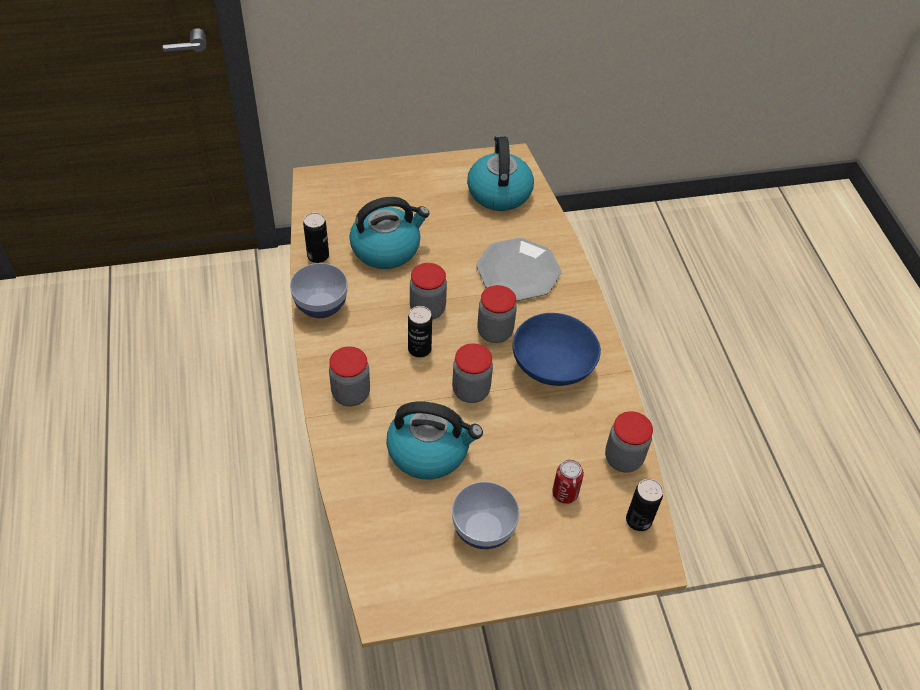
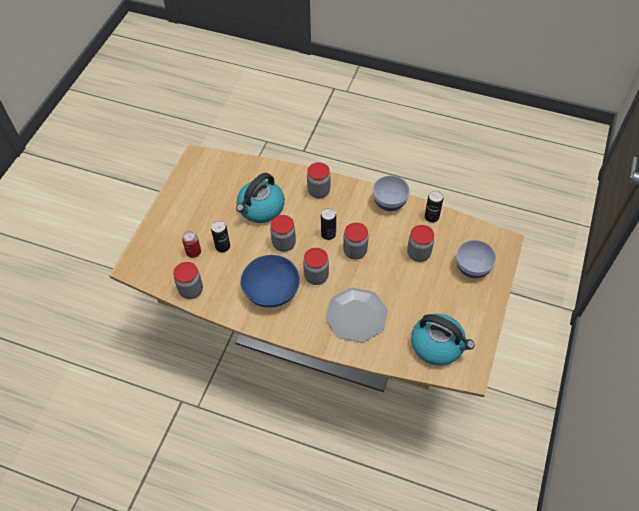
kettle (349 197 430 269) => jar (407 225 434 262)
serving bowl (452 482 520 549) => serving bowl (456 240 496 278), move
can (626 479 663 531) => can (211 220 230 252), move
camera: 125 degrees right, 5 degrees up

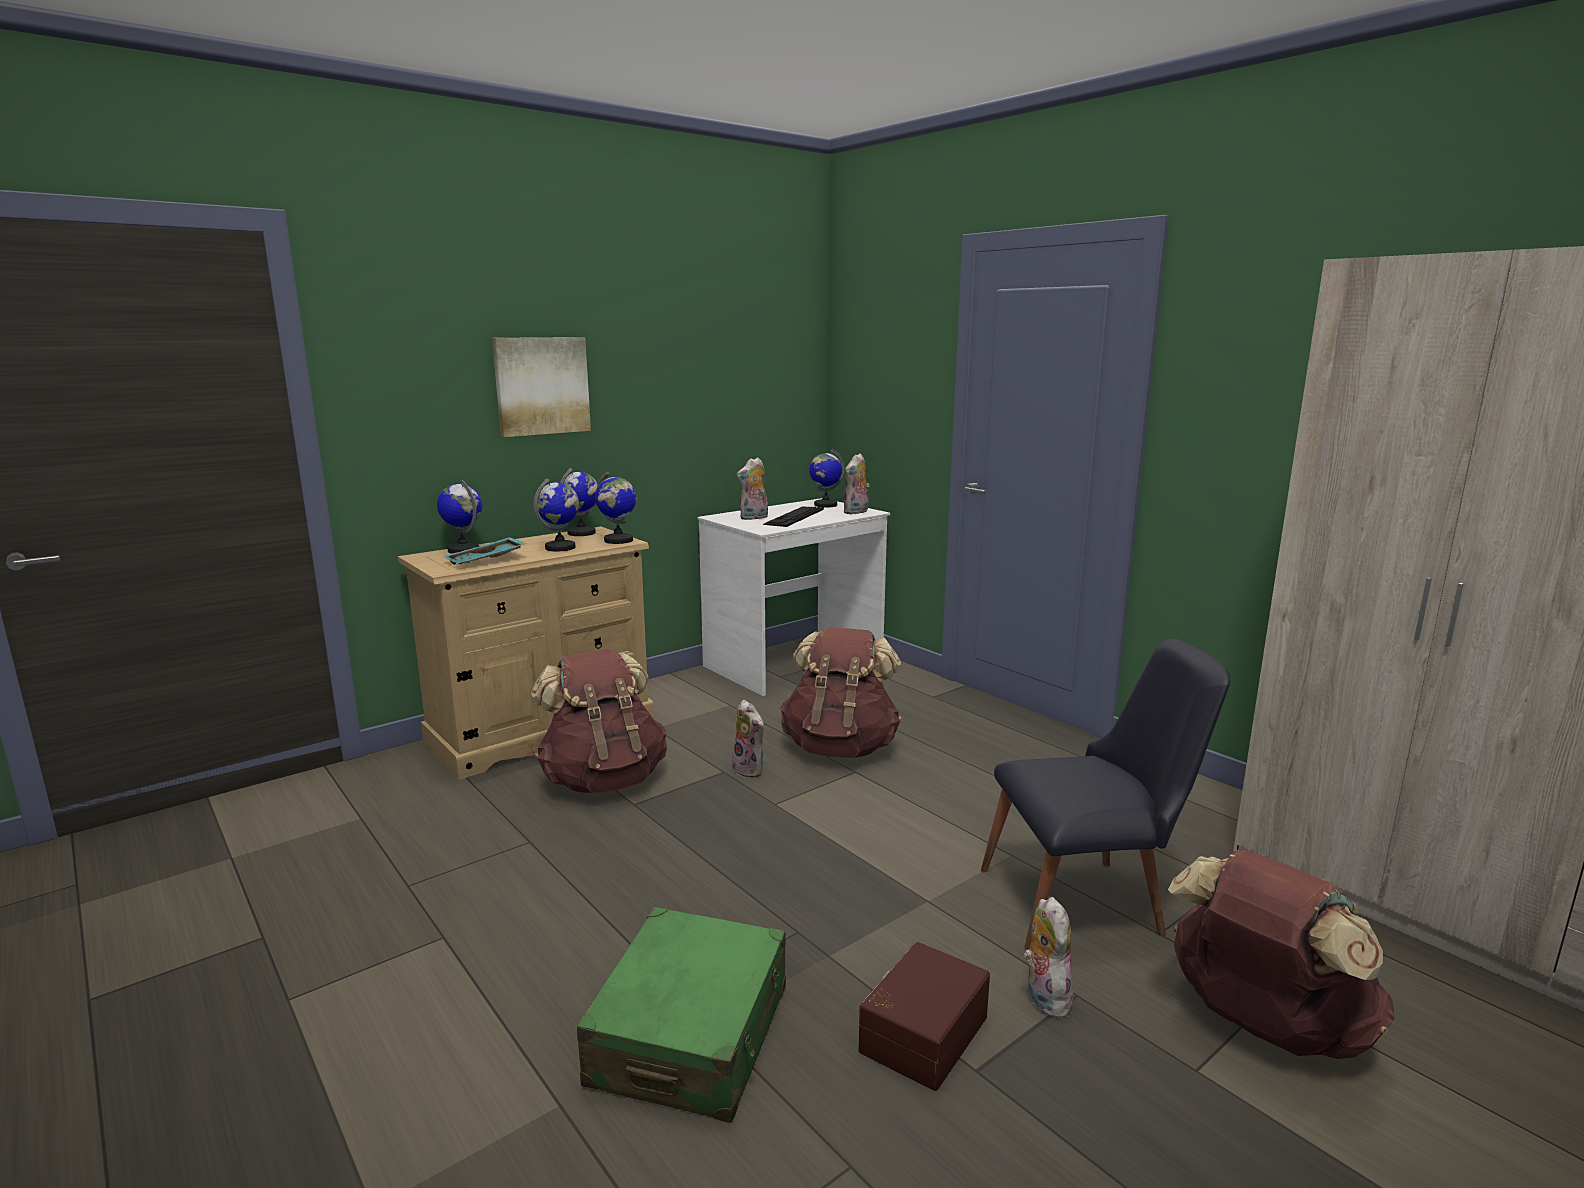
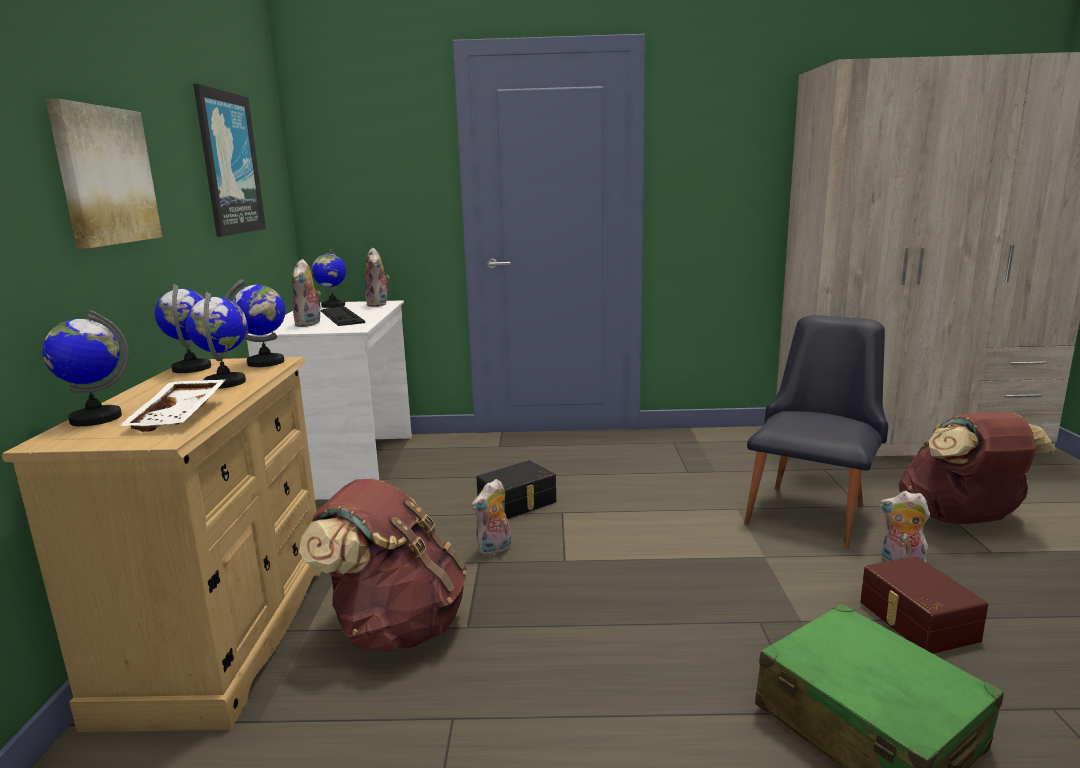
turquoise carrying tray (443 537 526 565) => white carrying tray (119 379 226 432)
cuddly toy (732 700 764 778) => cuddly toy (472 479 511 556), 135 degrees clockwise
brownish backpack (780 627 901 758) => black storage bin (476 460 556 519)
nothing => wall picture (193 84 266 237)
camera: 50 degrees left, 0 degrees up

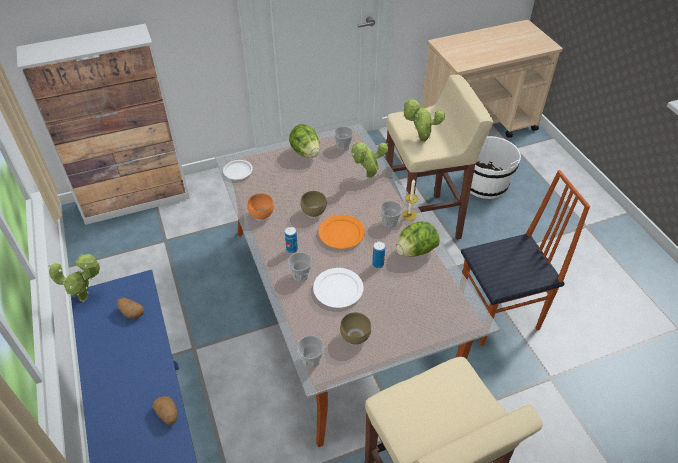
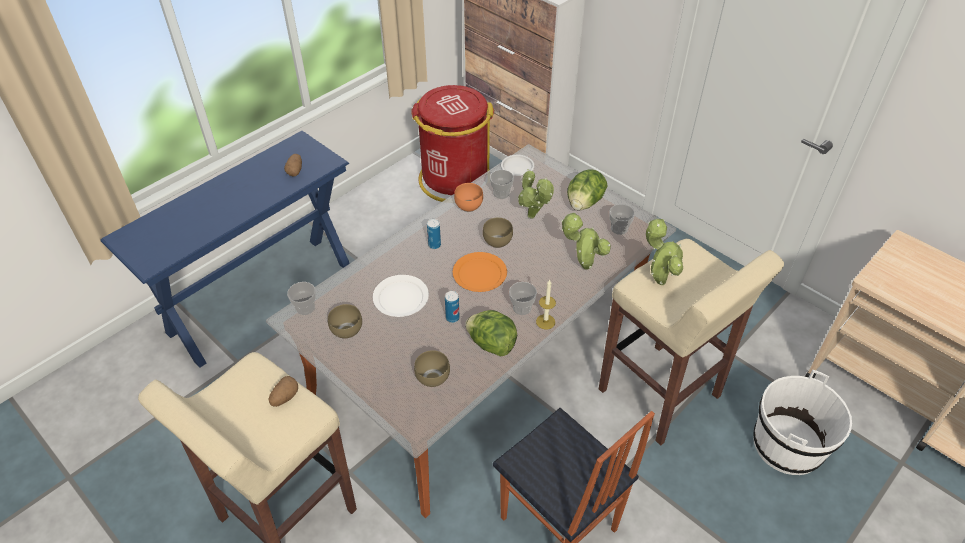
houseplant (48 254 101 302) => houseplant (518 169 554 219), move
spud (152 396 177 425) => spud (269 376 298 407), move
drinking cup (288 252 312 281) => drinking cup (490 170 514 199), move
nothing => red-coloured trash can (411 85 494 202)
nothing => brownish serving bowl (414 350 450 387)
camera: 65 degrees right, 0 degrees up

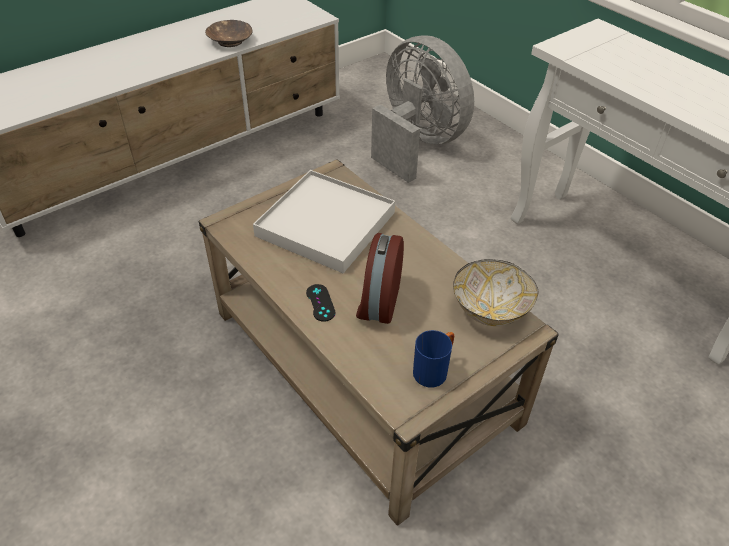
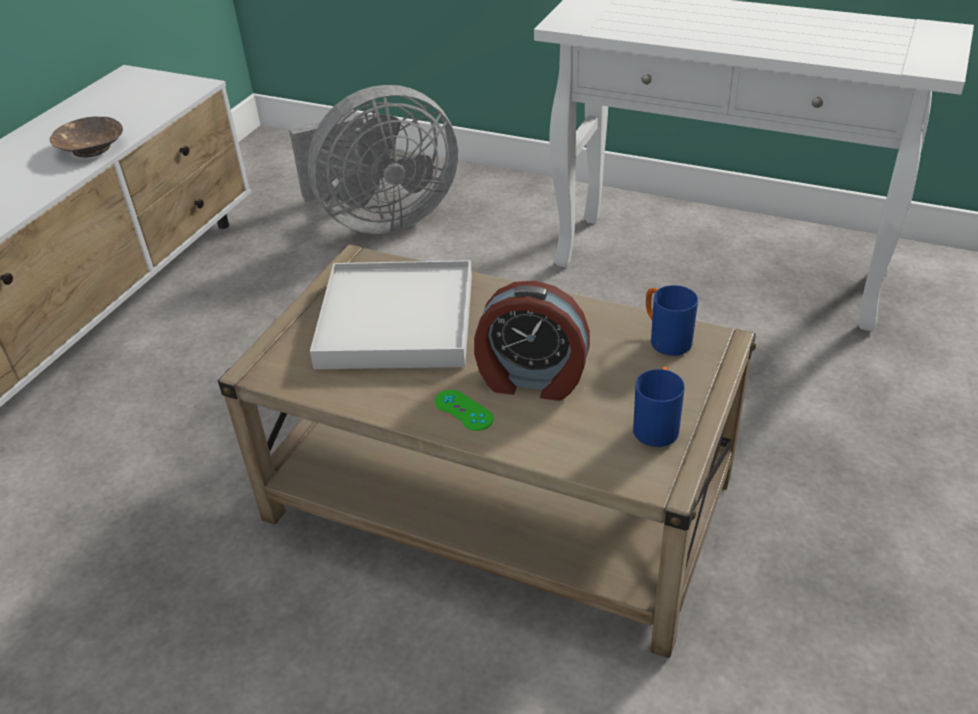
black game controller (306 284 336 322) => greenish game controller (435 390 494 431)
table clock (356 233 404 324) => table clock (474 281 590 401), 60 degrees counterclockwise
greyish cooling fan (371 35 474 183) => greyish cooling fan (289 85 458 234), 135 degrees clockwise
serving bowl (453 259 539 326) => bluish tea mug (646 285 698 356)
camera: 25 degrees left, 5 degrees down

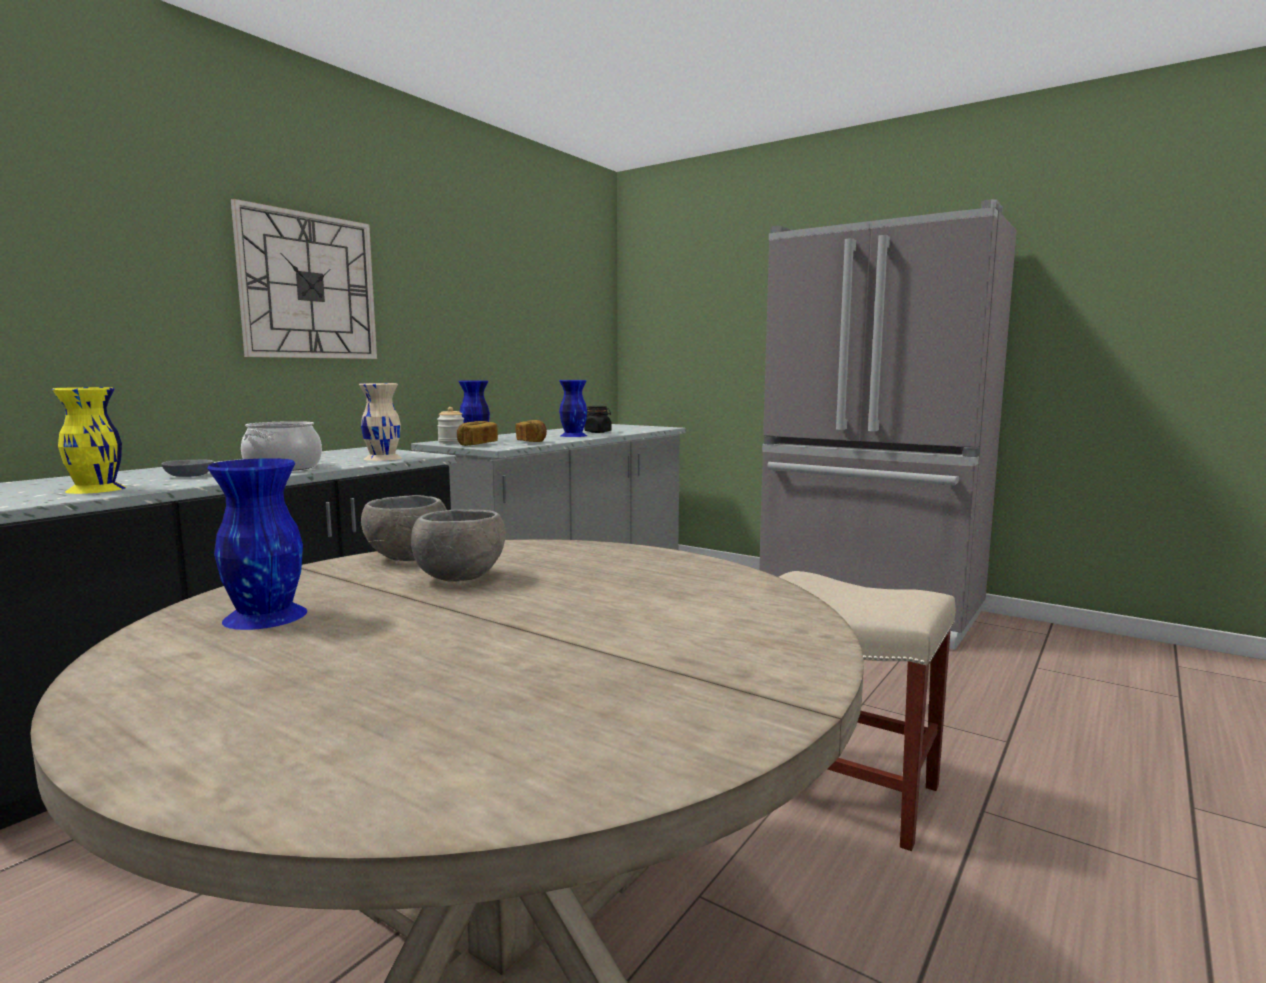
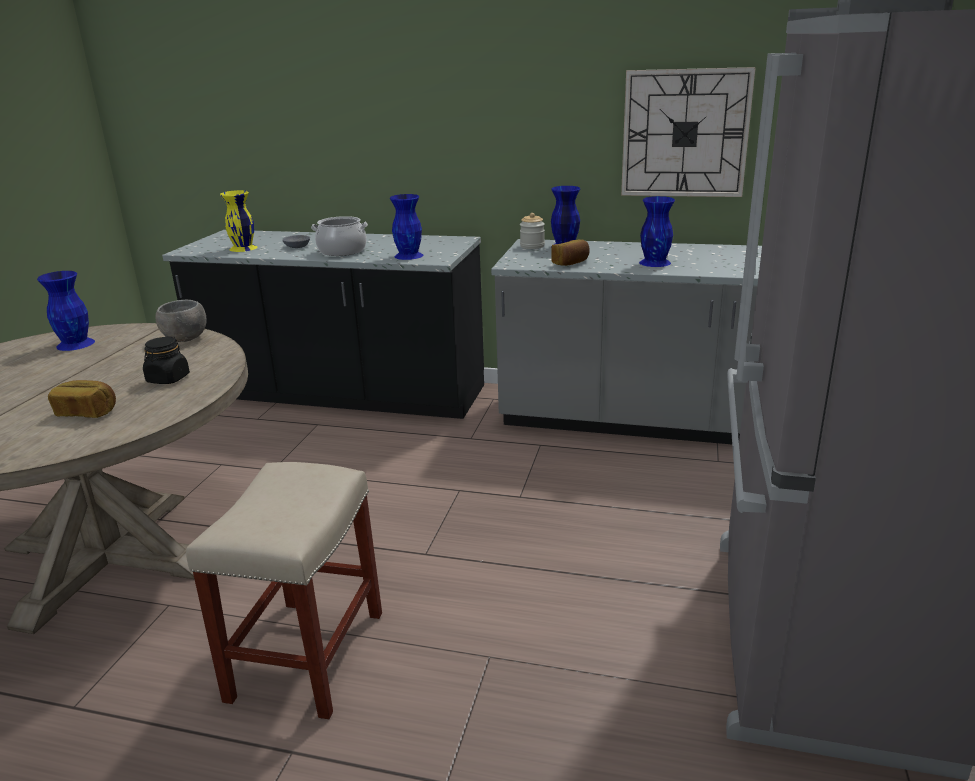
wall clock (231 199 377 359) => wall clock (621 67 756 197), move
sand-coloured flower vase (359 383 402 461) => bluish flower vase (390 194 423 260)
greyish serving bowl (411 509 506 582) => nothing
baked bread (457 421 498 446) => baked bread (48 380 116 418), move
black jar (584 406 612 433) => black jar (143 336 190 384), move
camera: 70 degrees right, 15 degrees up

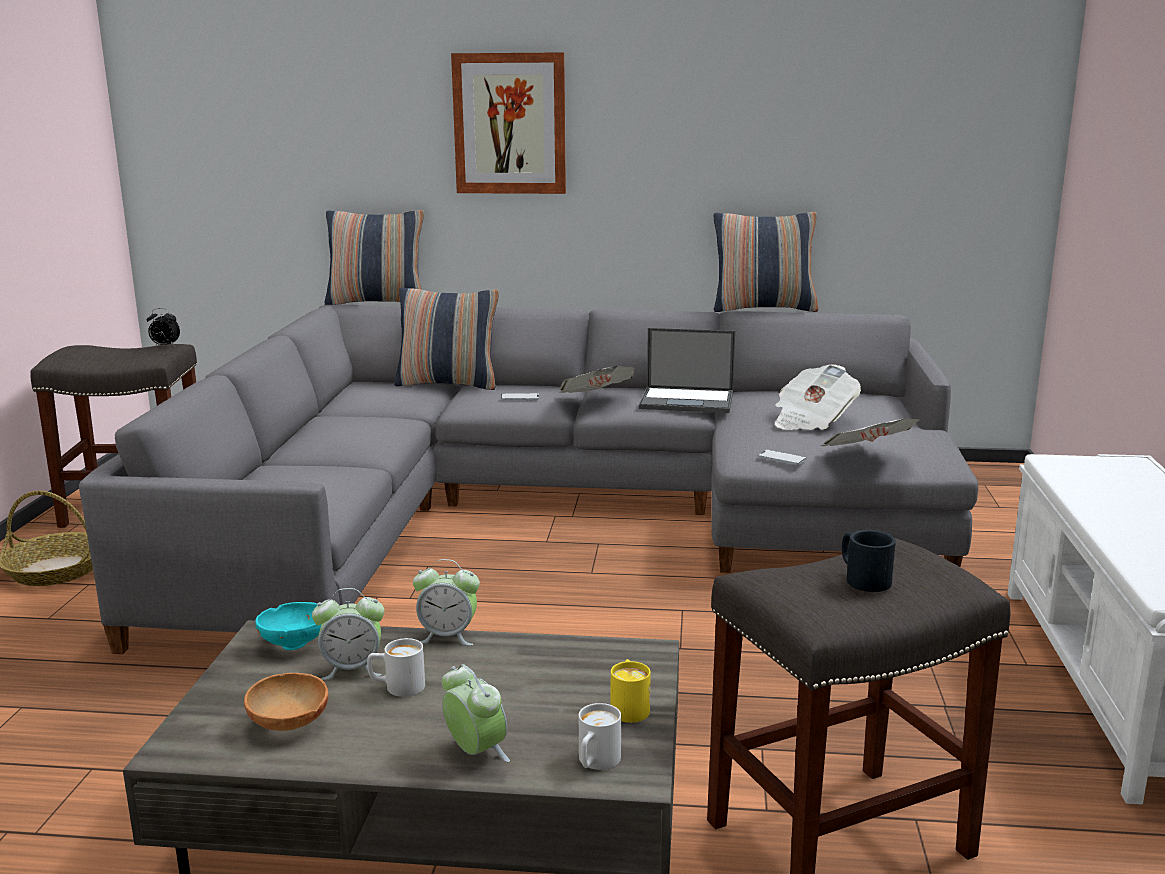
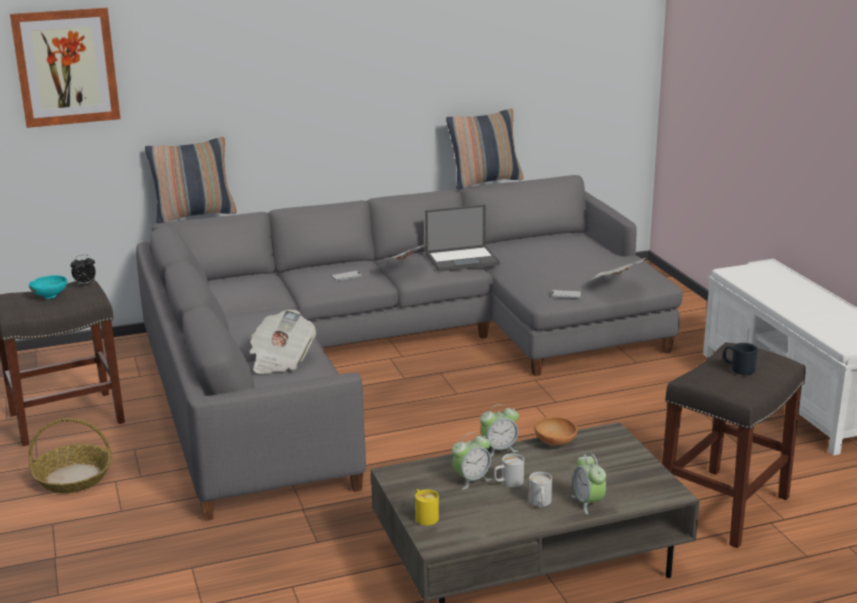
brownish serving bowl (244 673 328 731) => brownish serving bowl (535 417 577 446), move
turquoise serving bowl (255 602 322 650) => turquoise serving bowl (29 275 67 299), move
throw pillow (394 287 499 390) => nothing
table clock (442 664 510 762) => table clock (572 454 606 515), 135 degrees counterclockwise
wall picture (451 52 566 194) => wall picture (10 7 121 128), move
white tea mug (579 703 621 770) => white tea mug (529 472 552 507), move
yellow-coloured tea mug (611 659 651 723) => yellow-coloured tea mug (415 489 439 526), move
printed paper (775 364 861 430) => printed paper (250 310 316 374), move
camera: 25 degrees left, 5 degrees up

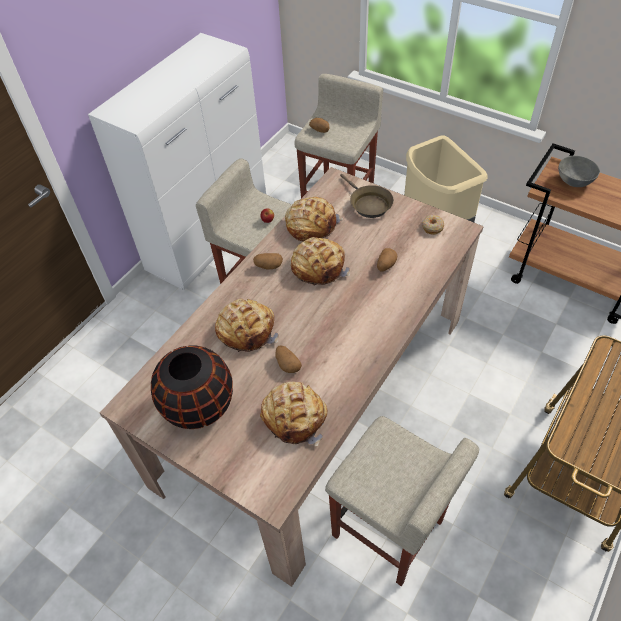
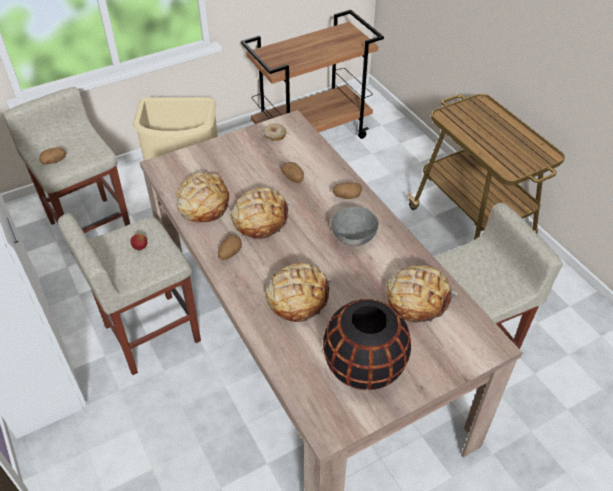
spud (275 345 302 373) => spud (333 182 362 199), move
brownish skillet (340 174 394 218) => nothing
greyish serving bowl (558 155 600 187) => greyish serving bowl (331 207 379 246), move
camera: 65 degrees left, 5 degrees down

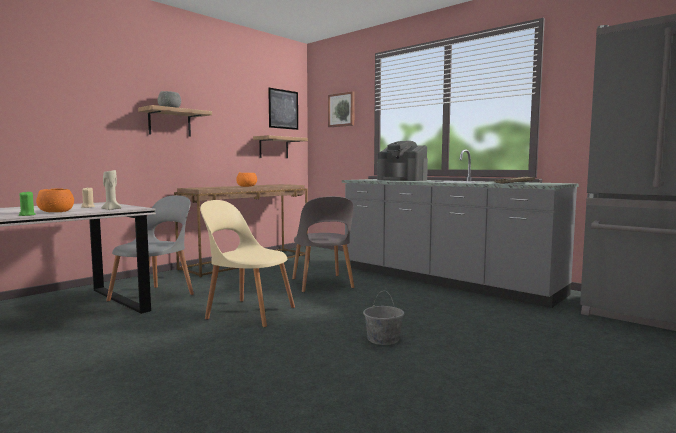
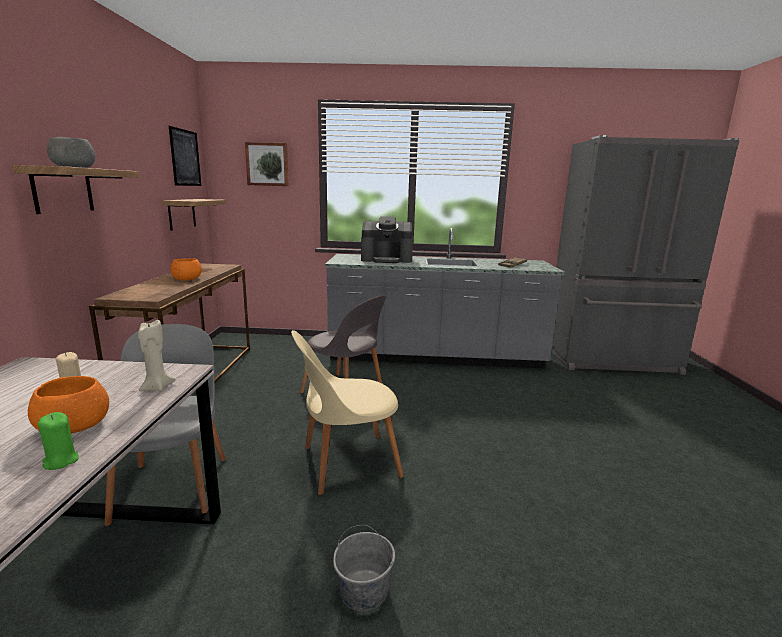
greyish water bucket (363 290 404 345) => greyish water bucket (333 525 395 611), move
camera: 40 degrees left, 10 degrees up

